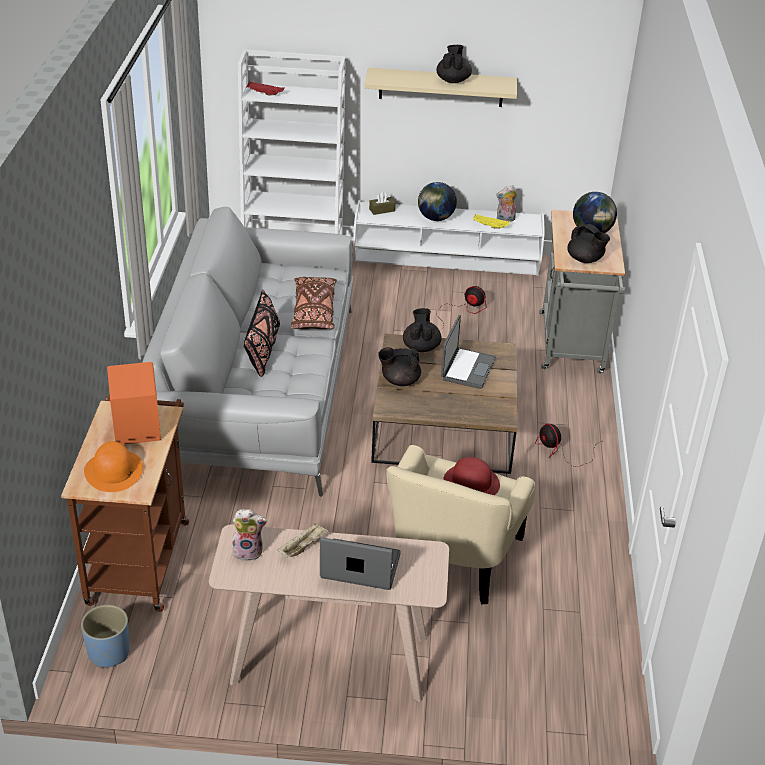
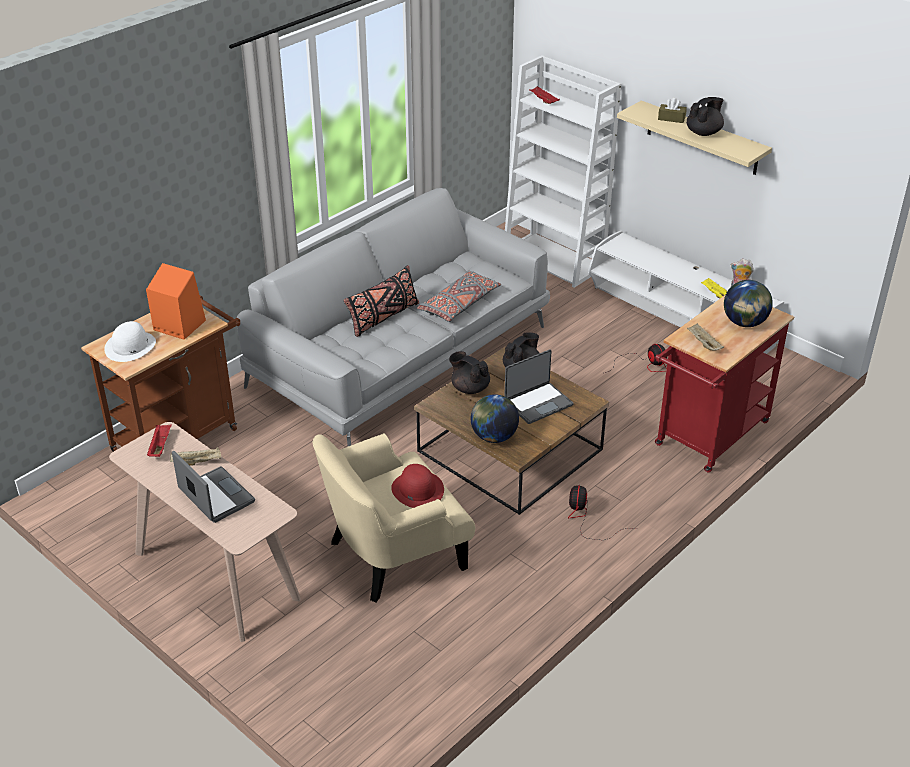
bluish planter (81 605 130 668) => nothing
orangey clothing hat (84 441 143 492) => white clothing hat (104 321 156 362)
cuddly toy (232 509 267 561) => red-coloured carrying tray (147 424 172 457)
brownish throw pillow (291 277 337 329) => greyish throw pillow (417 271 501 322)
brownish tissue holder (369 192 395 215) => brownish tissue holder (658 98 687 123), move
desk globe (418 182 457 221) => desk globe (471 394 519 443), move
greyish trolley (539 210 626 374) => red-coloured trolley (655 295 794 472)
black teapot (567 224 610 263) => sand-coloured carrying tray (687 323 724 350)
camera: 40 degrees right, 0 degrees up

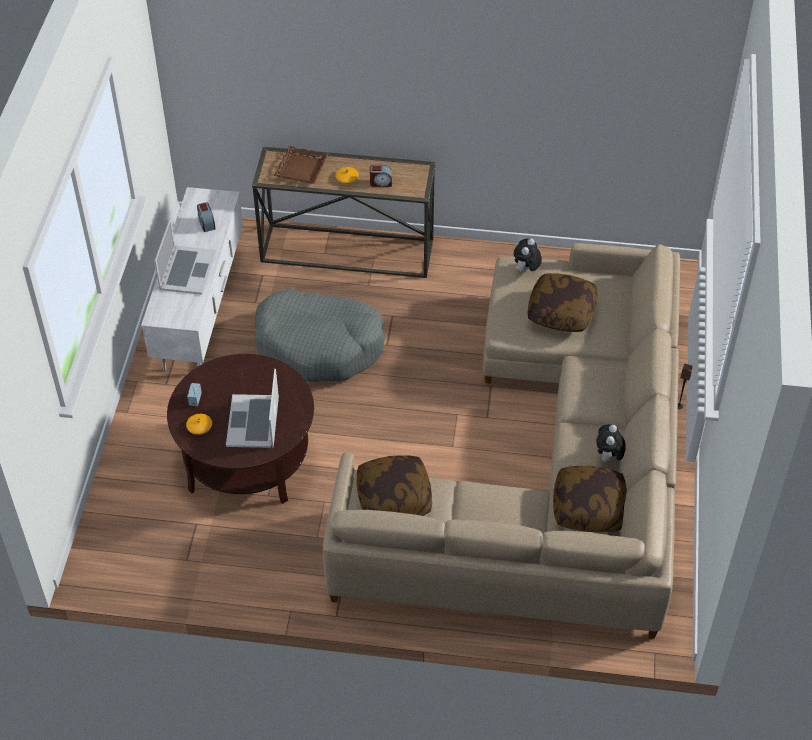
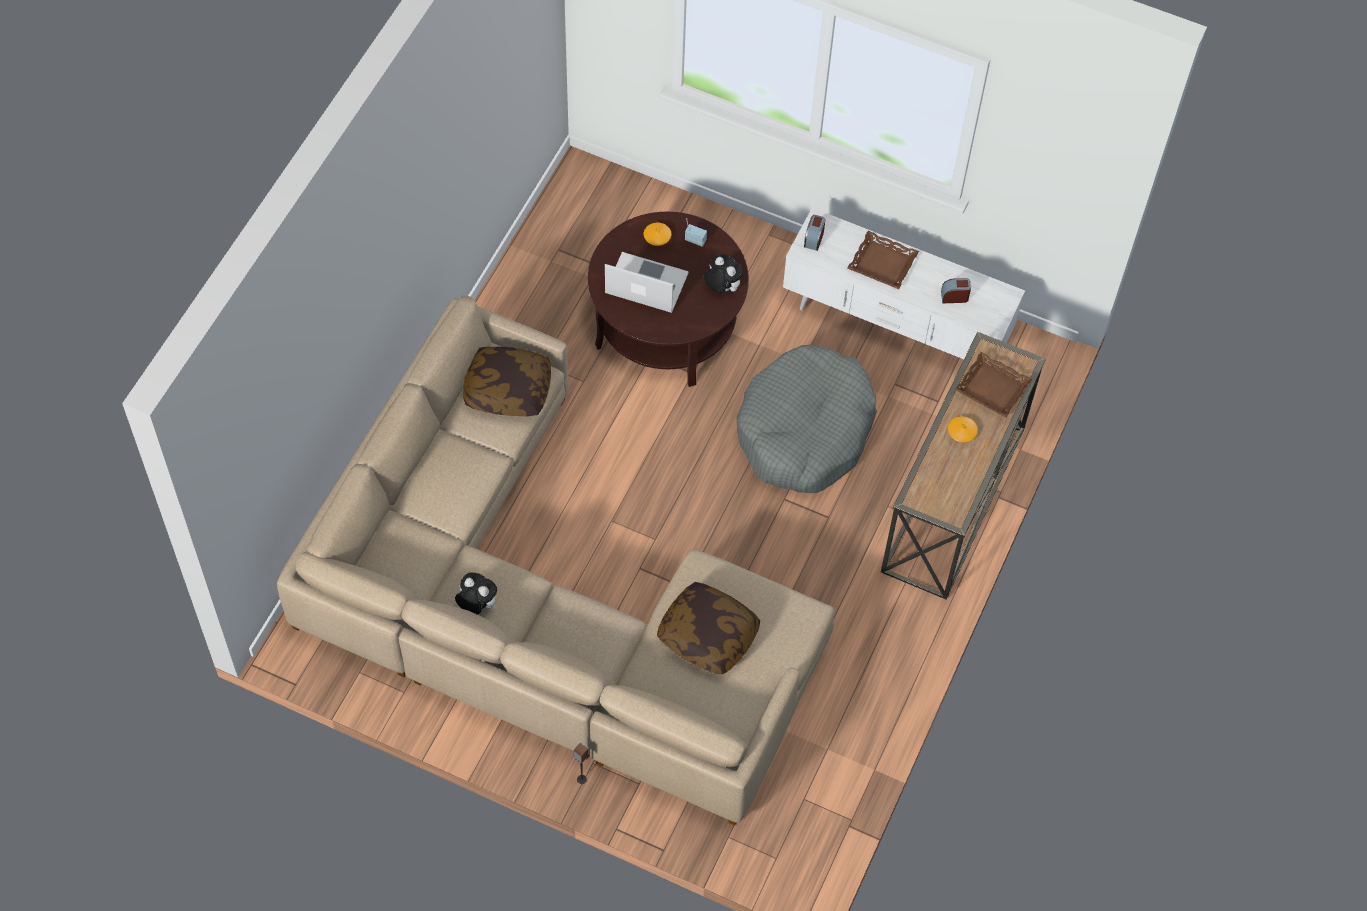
laptop (154 218 216 295) => brownish carrying tray (847 231 919 289)
table clock (370 165 392 187) => table clock (804 215 825 251), move
cuddly toy (514 238 542 272) => cuddly toy (704 254 744 294), move
throw pillow (553 466 627 532) => nothing
camera: 105 degrees right, 10 degrees up

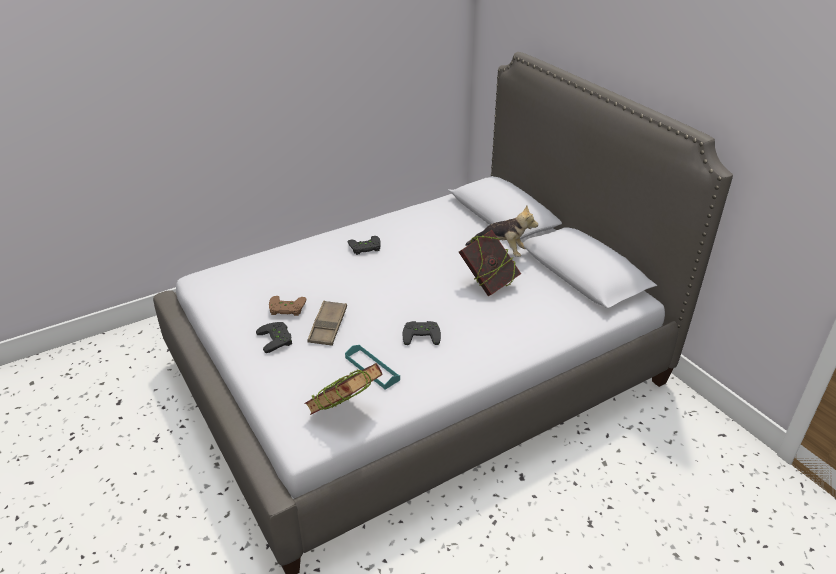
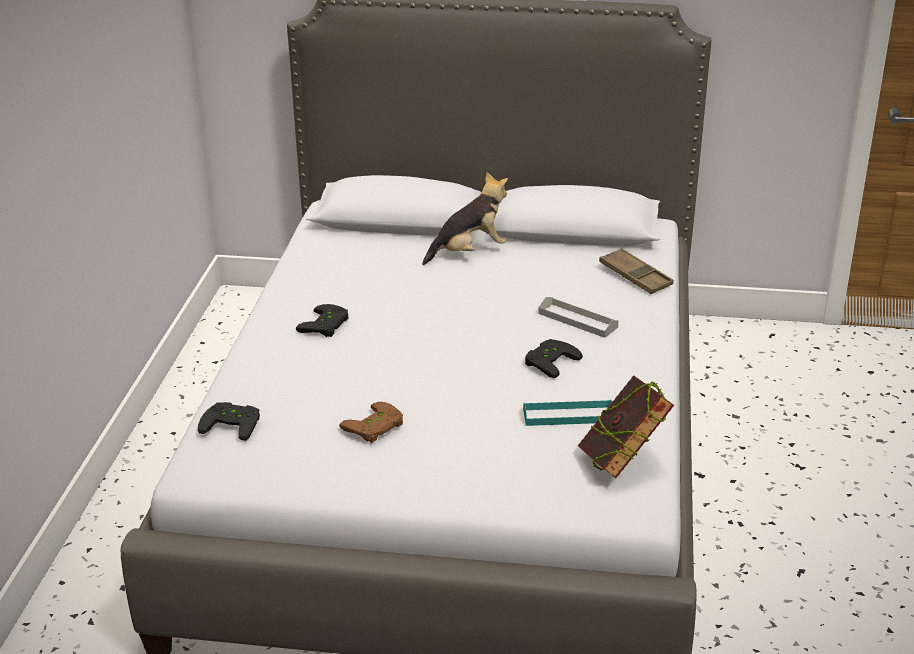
black game controller (256 322 292 353) => black game controller (198 402 260 441), move
brownish carrying tray (307 300 347 346) => brownish carrying tray (599 248 674 294), move
bound book (459 230 521 296) => nothing
nothing => greyish carrying tray (538 297 619 338)
camera: 50 degrees left, 5 degrees down

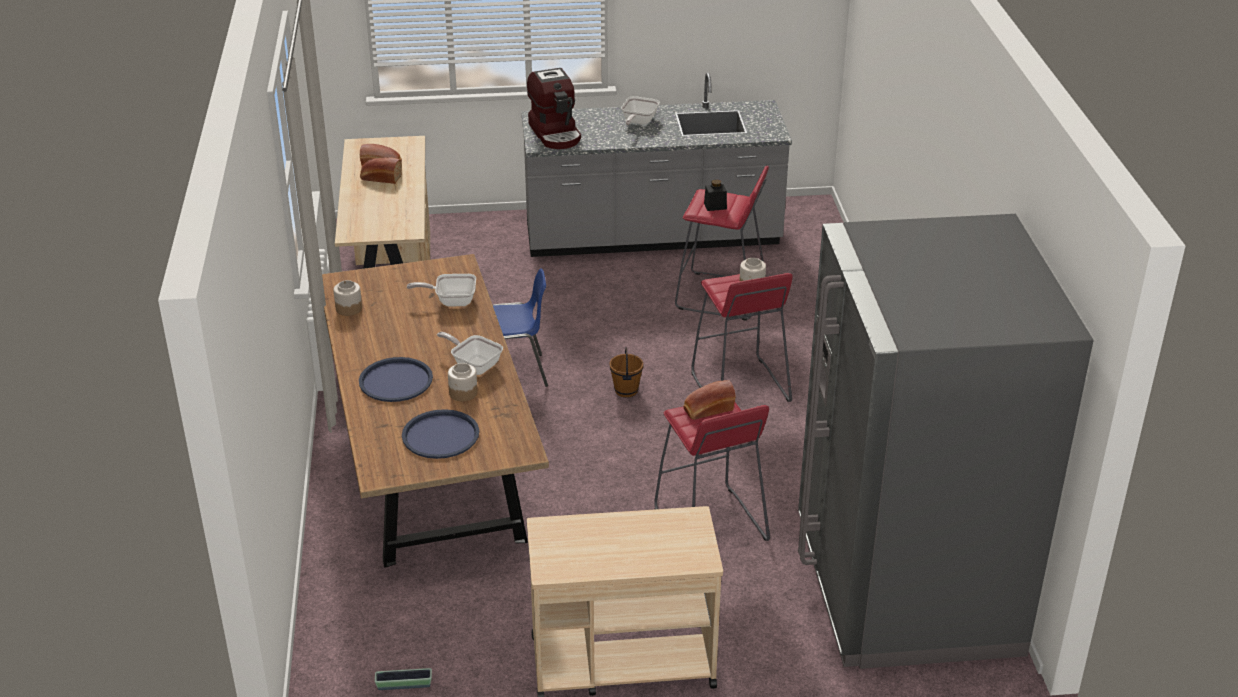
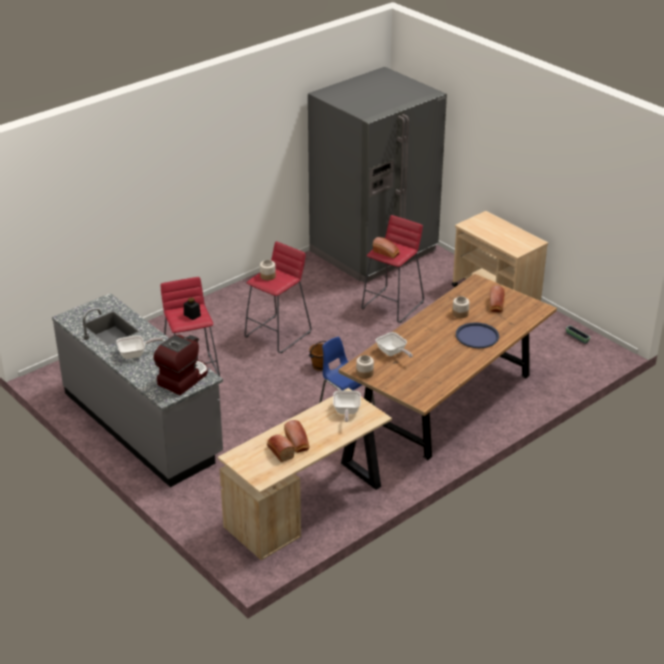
jar (334 280 362 316) => jar (356 355 374 379), move
bluish carrying tray (402 409 479 459) => baked bread (490 286 505 312)
skillet (437 332 503 375) => skillet (333 391 361 422), move
camera: 125 degrees left, 0 degrees up

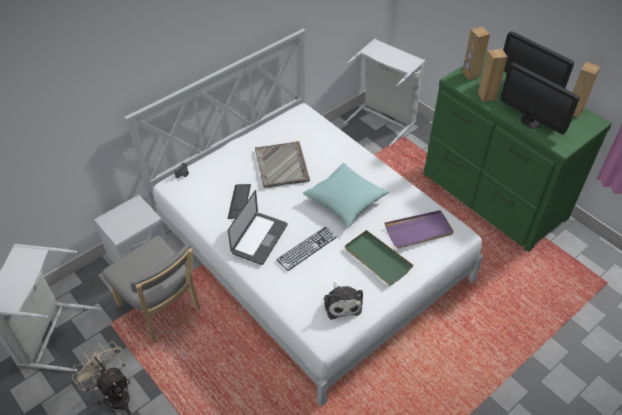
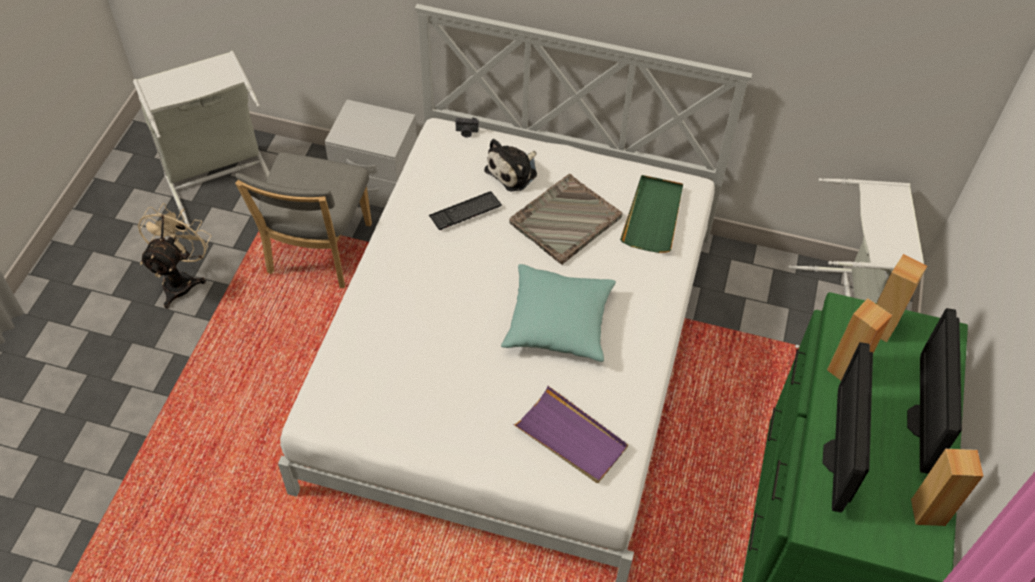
laptop (228 190 287 265) => nothing
keyboard (276 227 337 271) => nothing
cuddly toy (324 282 363 320) => cuddly toy (484 139 537 192), move
greenish carrying tray (345 230 414 286) => greenish carrying tray (620 175 683 253), move
camera: 55 degrees right, 5 degrees up

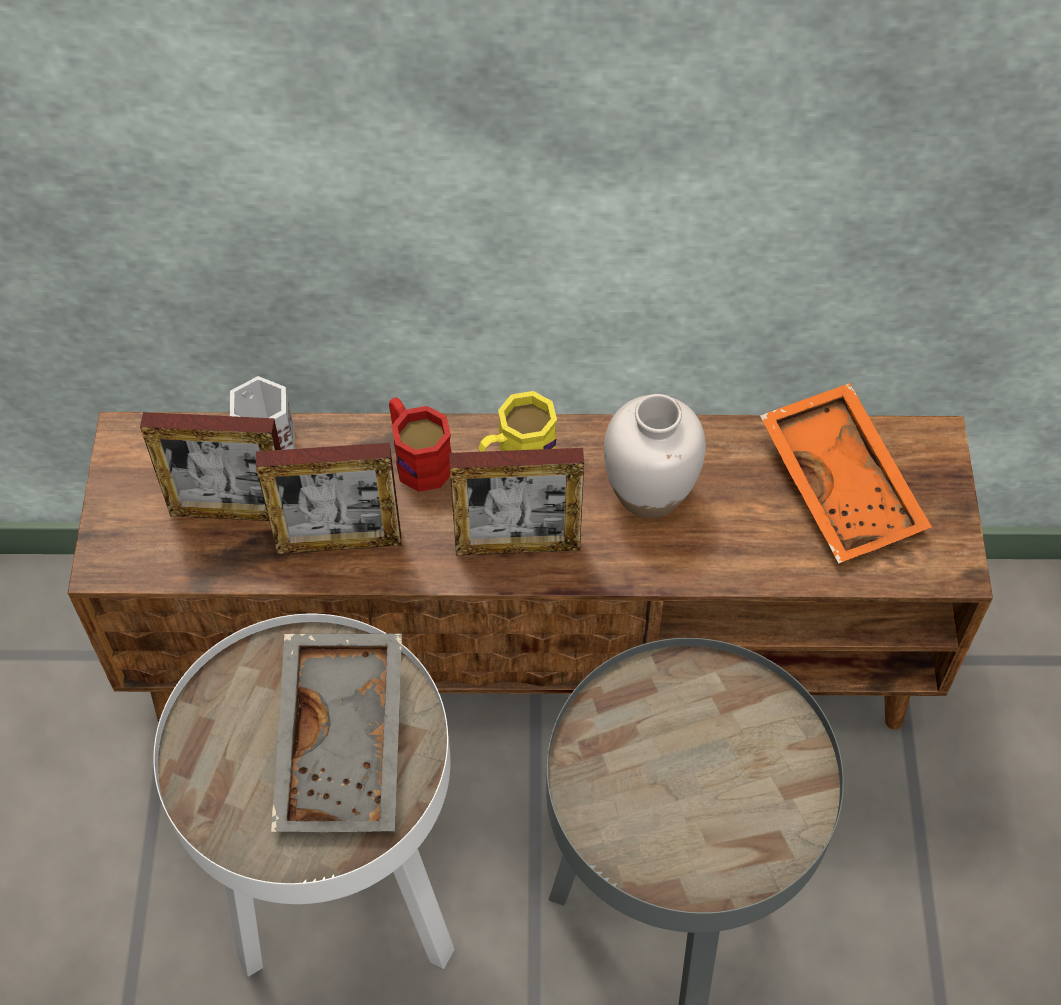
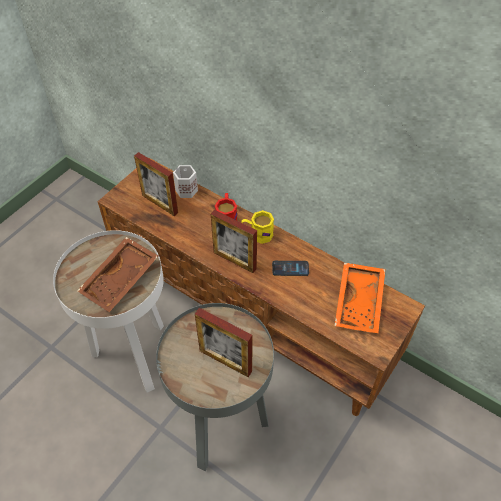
photo frame (256 443 402 554) => photo frame (195 308 252 377), move
greyish carrying tray (271 633 402 832) => brownish carrying tray (77 237 158 312)
white flower vase (604 394 706 519) => telephone (272 261 309 276)
camera: 35 degrees right, 5 degrees down

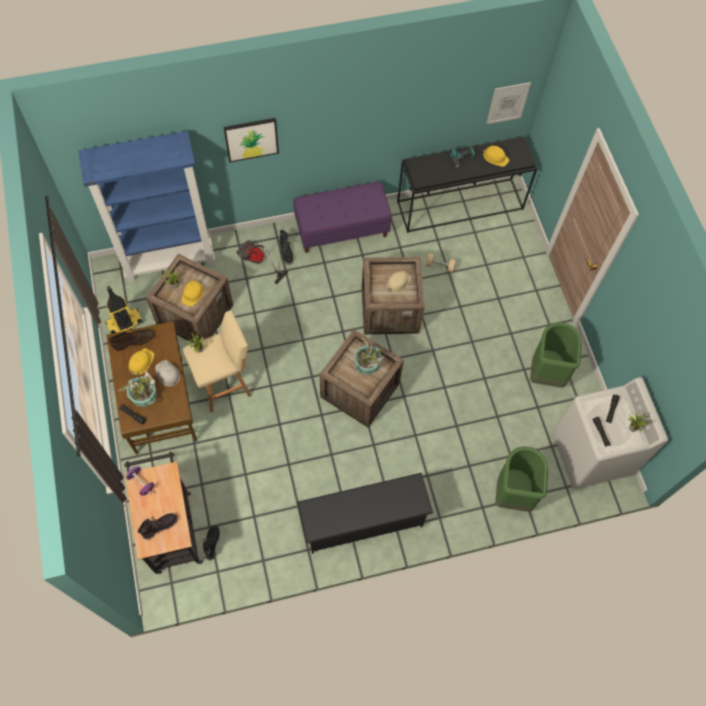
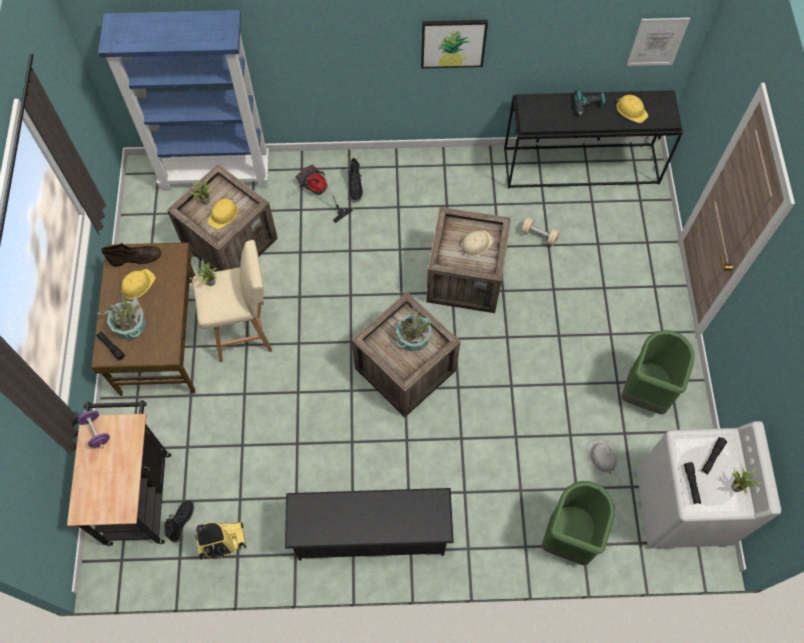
vacuum (105 286 143 334) => vacuum (195 522 246 560), move
black high-top boot (138 513 178 540) => nothing
white safety helmet (155 360 180 386) => white safety helmet (588 439 617 473), move
wall picture (223 118 279 163) => wall picture (421 20 488 69), move
purple-coloured long seat (293 182 392 253) => nothing
camera: 15 degrees right, 0 degrees up

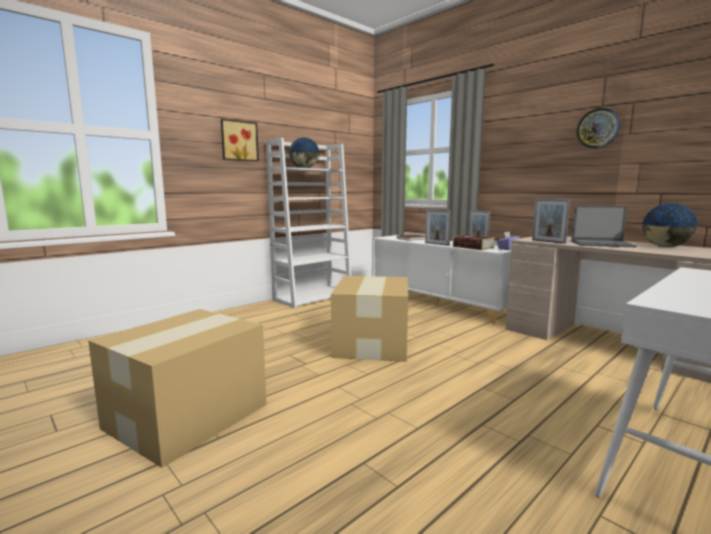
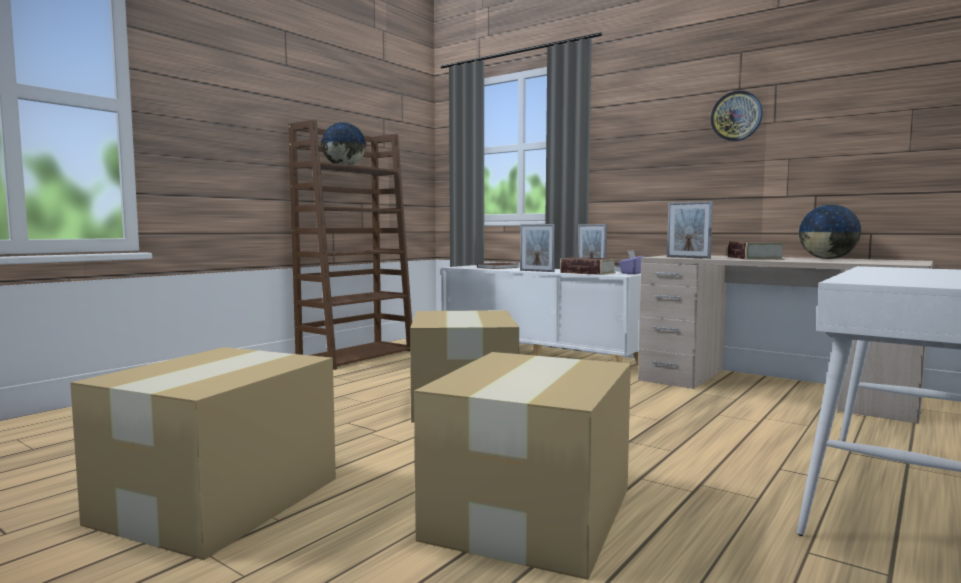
wall picture (221 119 259 161) => nothing
white bookcase (266 138 351 308) => brownish bookcase (288 119 412 370)
laptop (571 205 637 247) => bound book (727 241 785 260)
nothing => cardboard box (414 352 631 580)
camera: 10 degrees left, 5 degrees down

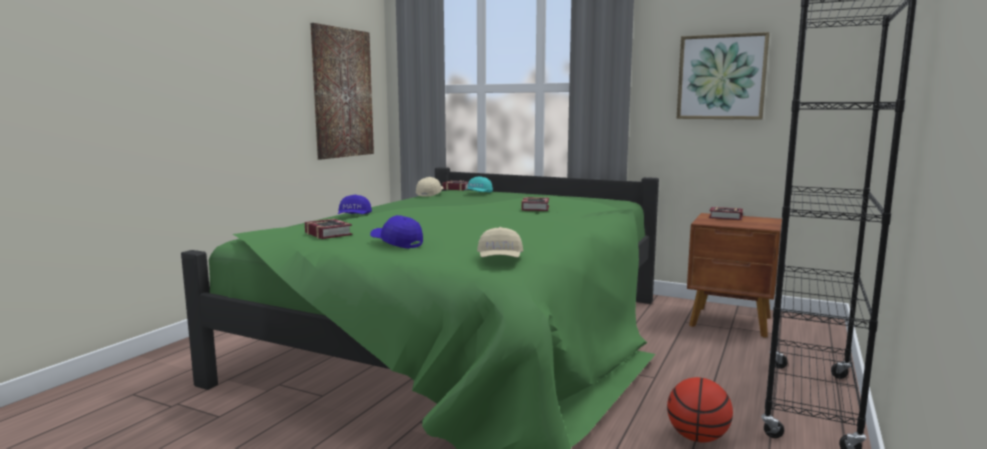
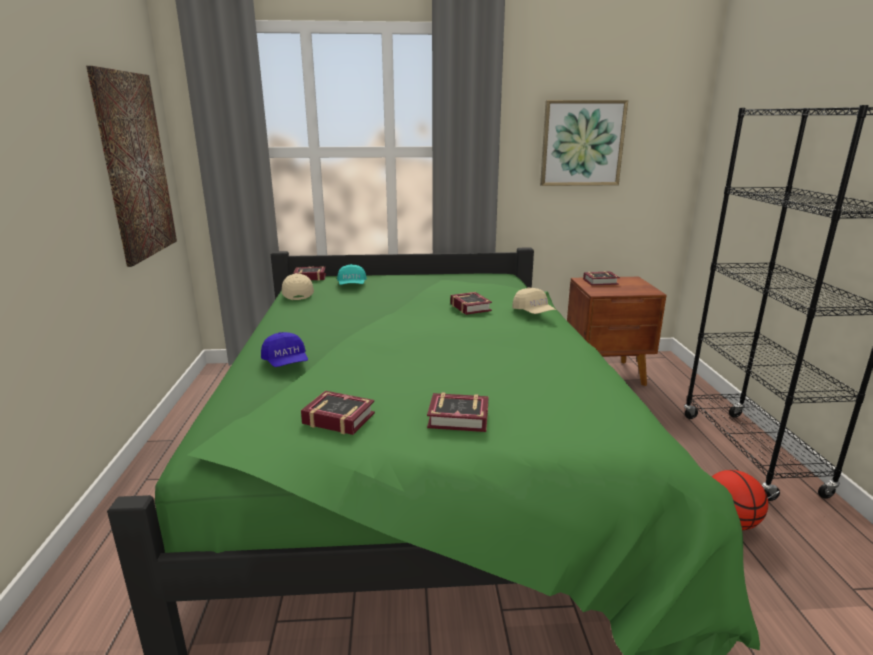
bluish cap (370 215 423 249) => bound book (427 393 489 432)
sand-coloured cap (477 227 523 257) => sand-coloured cap (512 288 556 314), move
camera: 30 degrees left, 10 degrees up

